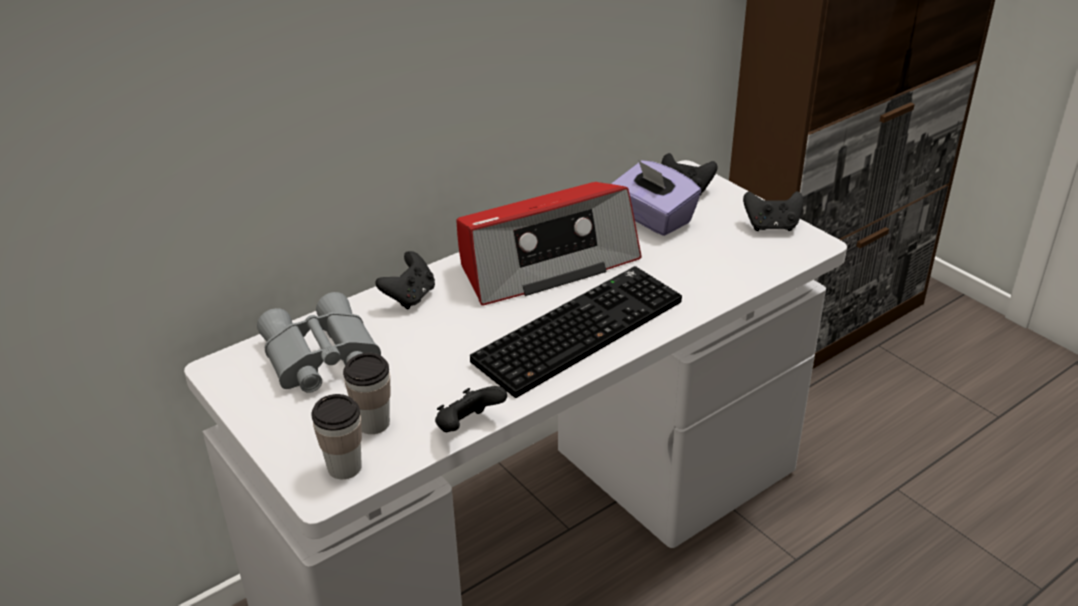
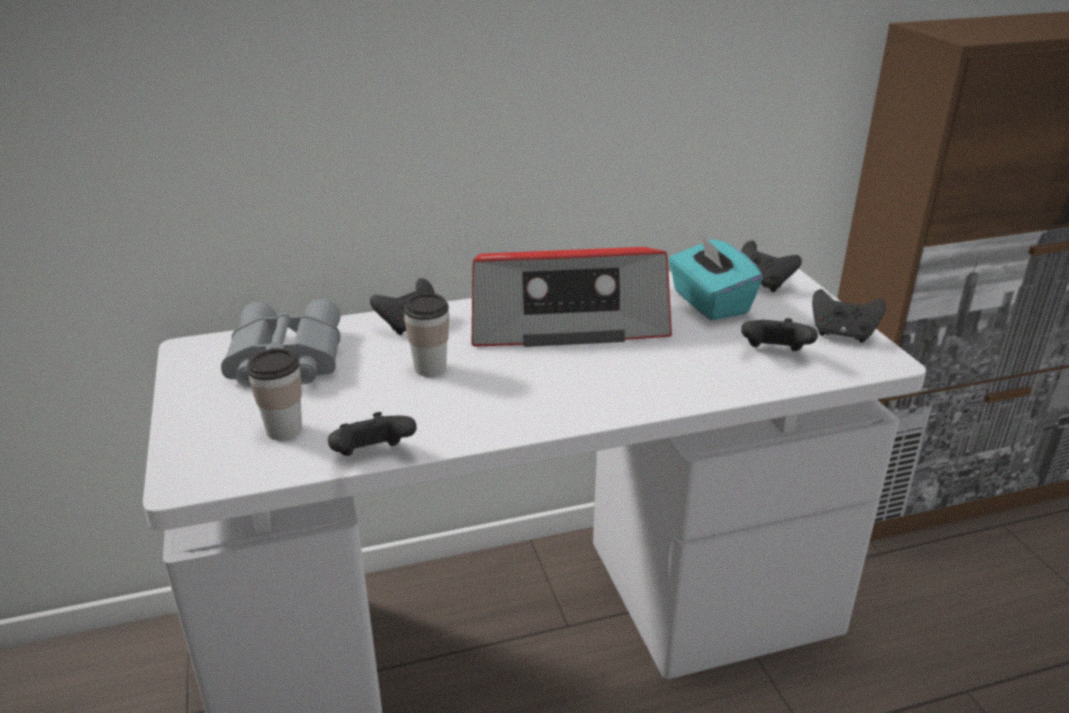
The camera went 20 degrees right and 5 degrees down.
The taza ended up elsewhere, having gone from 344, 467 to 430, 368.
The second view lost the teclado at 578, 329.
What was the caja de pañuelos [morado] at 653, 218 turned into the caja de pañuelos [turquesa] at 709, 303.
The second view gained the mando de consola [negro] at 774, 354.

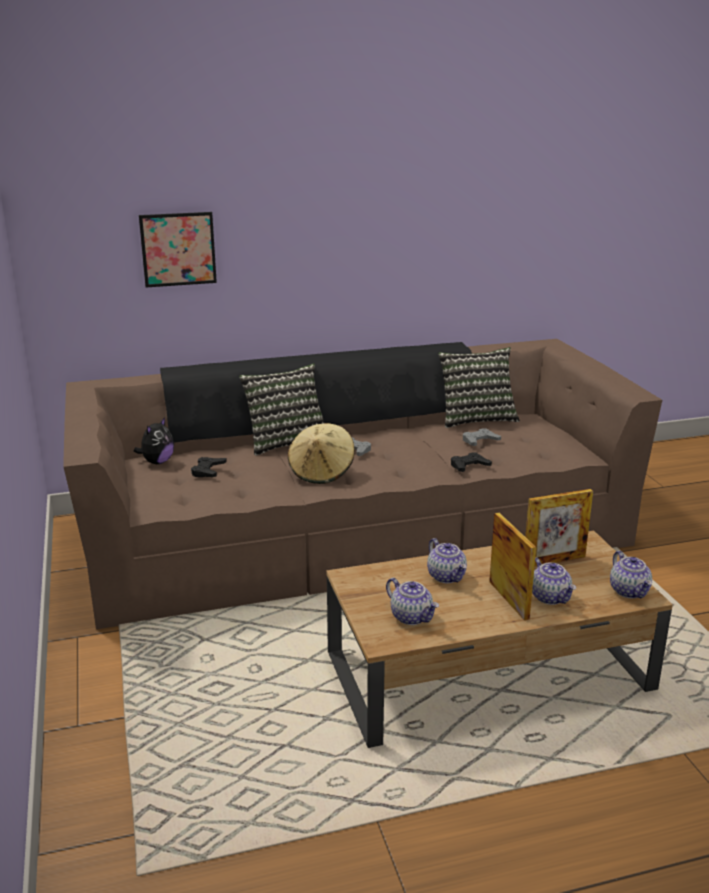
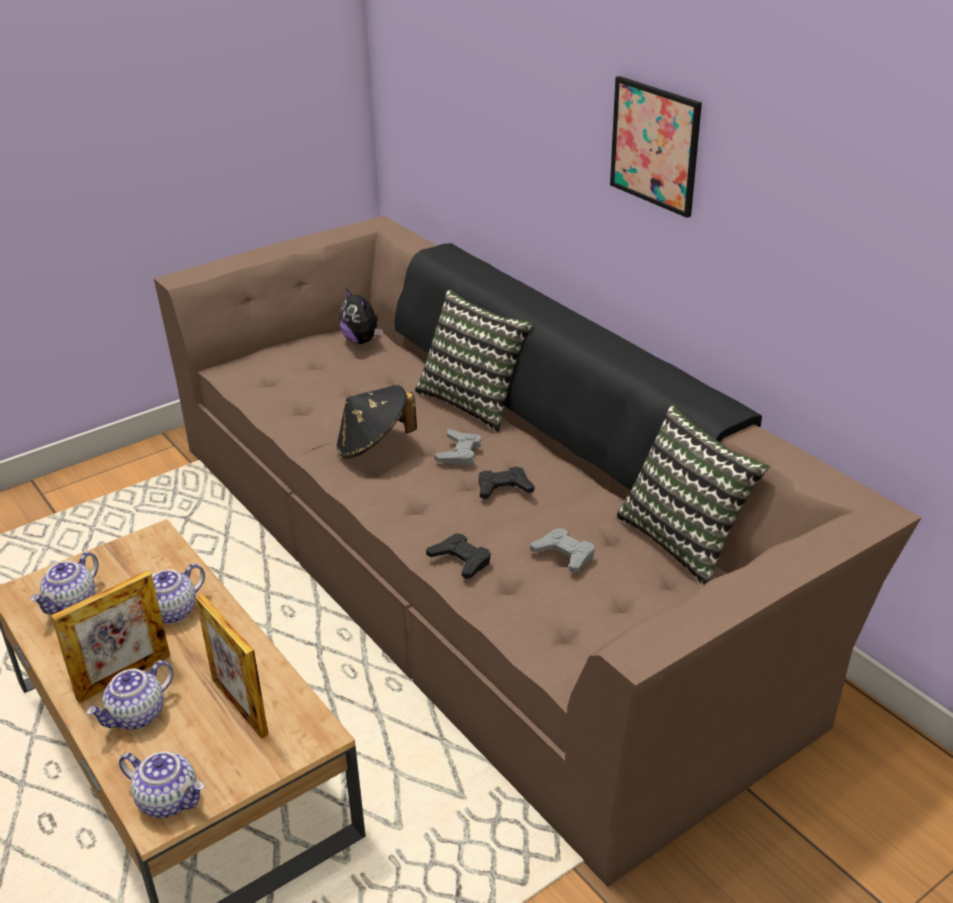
The camera went 70 degrees right and 10 degrees up.
The peluche at 157, 462 ended up facing another way, 45 degrees clockwise from before.
The cuadro ended up elsewhere, having gone from 178, 249 to 655, 145.
The mando de consola [negro] ended up elsewhere, having gone from 208, 471 to 503, 488.
What was the sombrero [beis] at 322, 472 turned into the sombrero [negro] at 374, 445.
The tetera at 629, 591 ended up facing another way, 120 degrees counterclockwise from before.

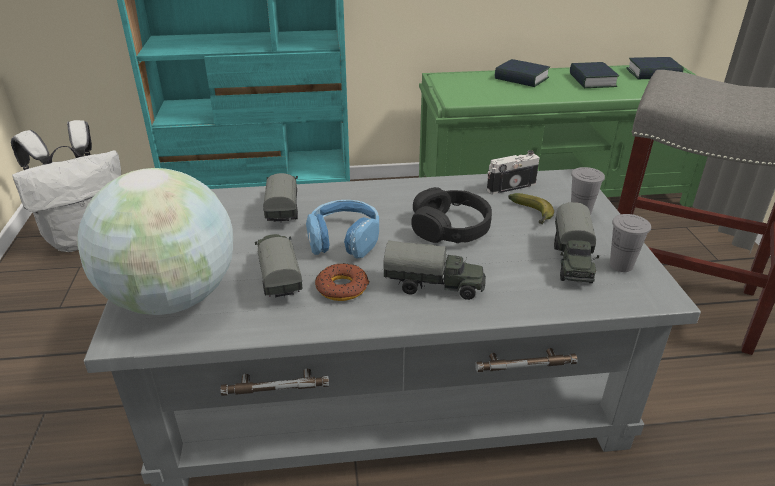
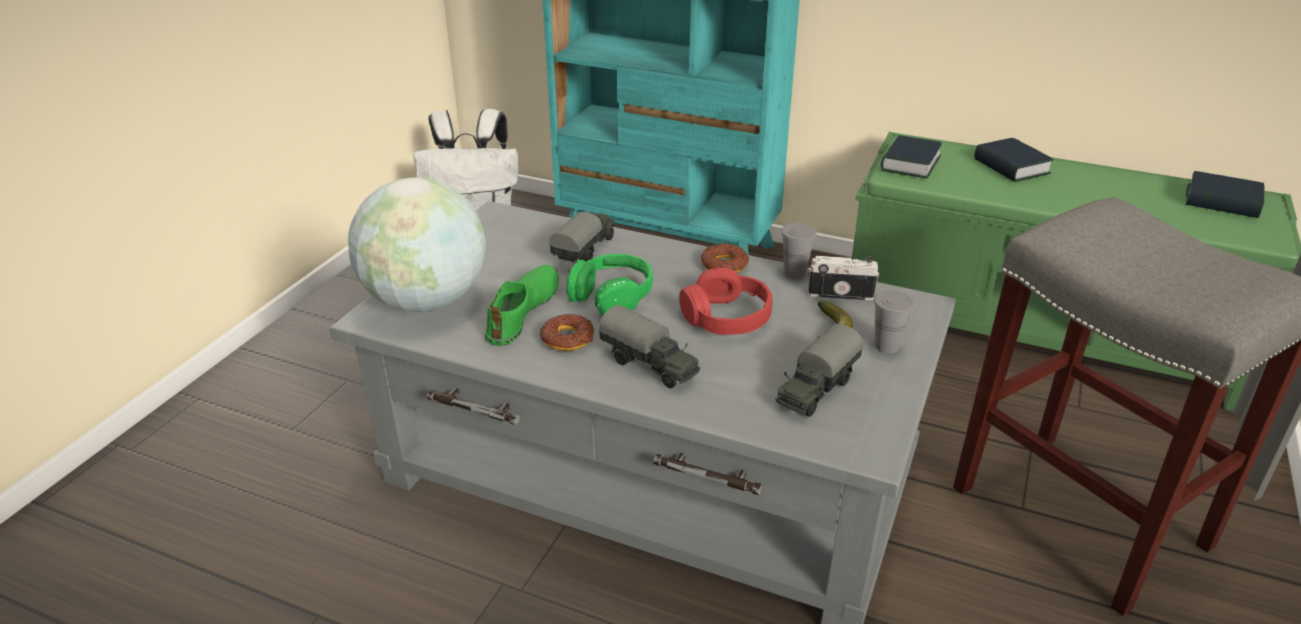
The camera went 30 degrees right and 0 degrees up.
Where the camión de juguete stood at 279, 277, the zapato [verde] came to stand at 523, 312.
What was the auriculares [azul] at 344, 239 turned into the auriculares [verde] at 612, 296.
What was the auriculares [negro] at 450, 228 turned into the auriculares [rojo] at 726, 317.
The libro ended up elsewhere, having gone from 592, 80 to 910, 163.
The taza [gris] ended up elsewhere, having gone from 621, 265 to 794, 273.
The second view gained the rosquilla at 723, 265.

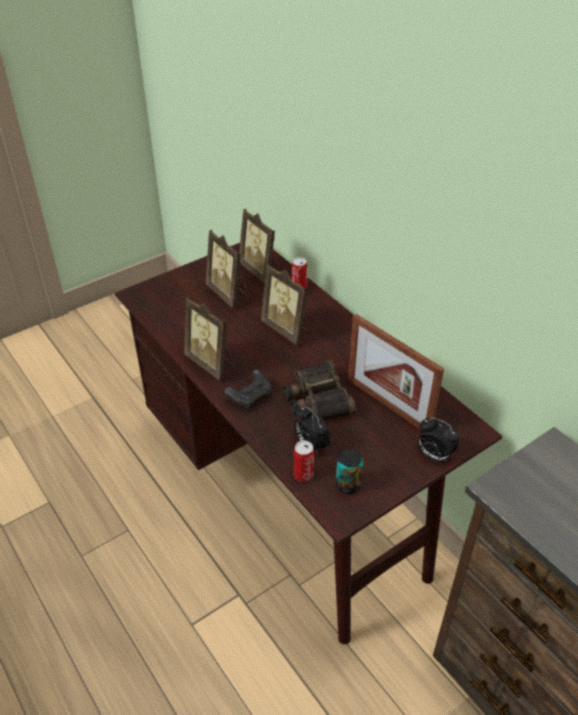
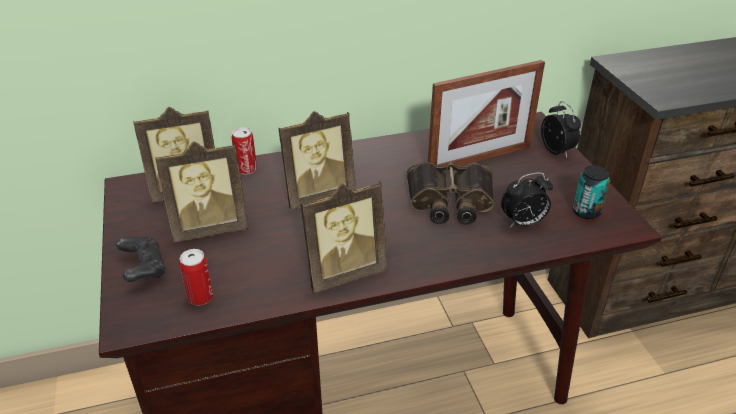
The camera went 70 degrees left and 5 degrees down.
The mando de consola [negro] ended up elsewhere, having gone from 250, 397 to 143, 269.
The lata ended up elsewhere, having gone from 303, 474 to 200, 297.
The despertador at 434, 455 ended up facing another way, 75 degrees counterclockwise from before.

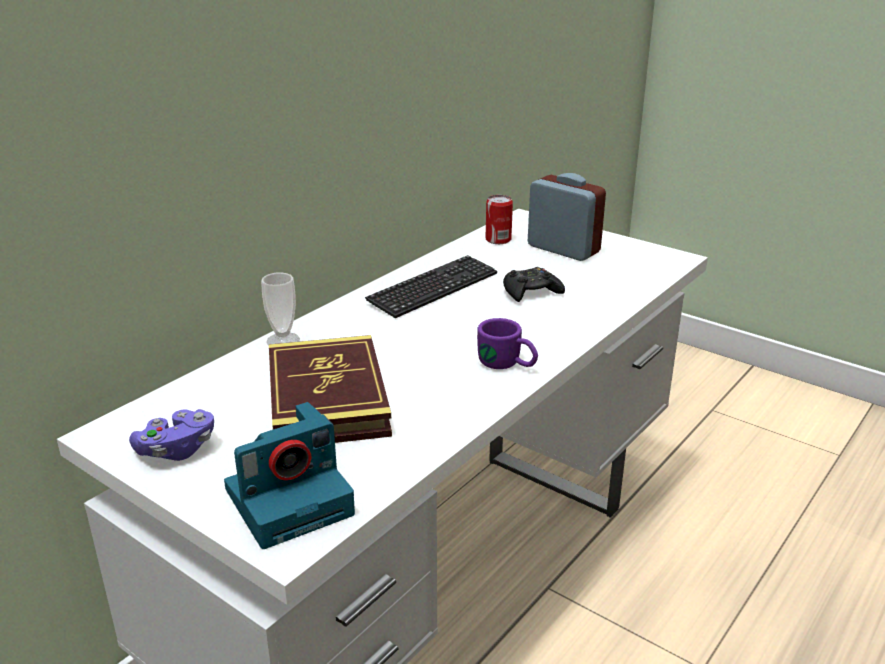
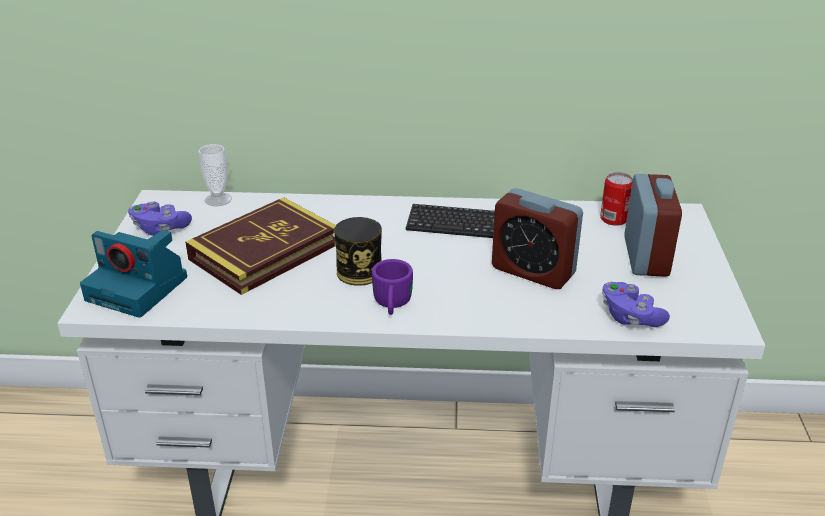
The camera went 55 degrees right and 5 degrees up.
The taza ended up elsewhere, having gone from 283, 340 to 218, 199.
Where the mando de consola [negro] stood at 531, 292, the despertador came to stand at 533, 271.
The second view gained the lata at 359, 272.
The second view gained the mando de consola [morado] at 630, 317.

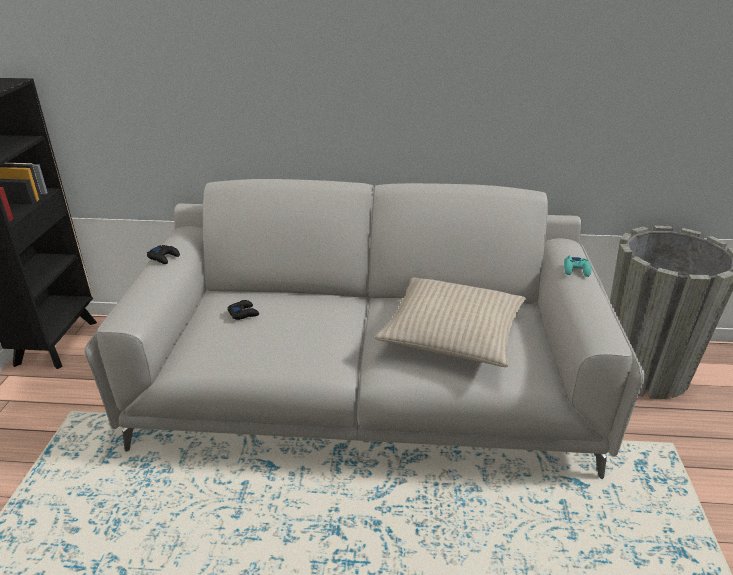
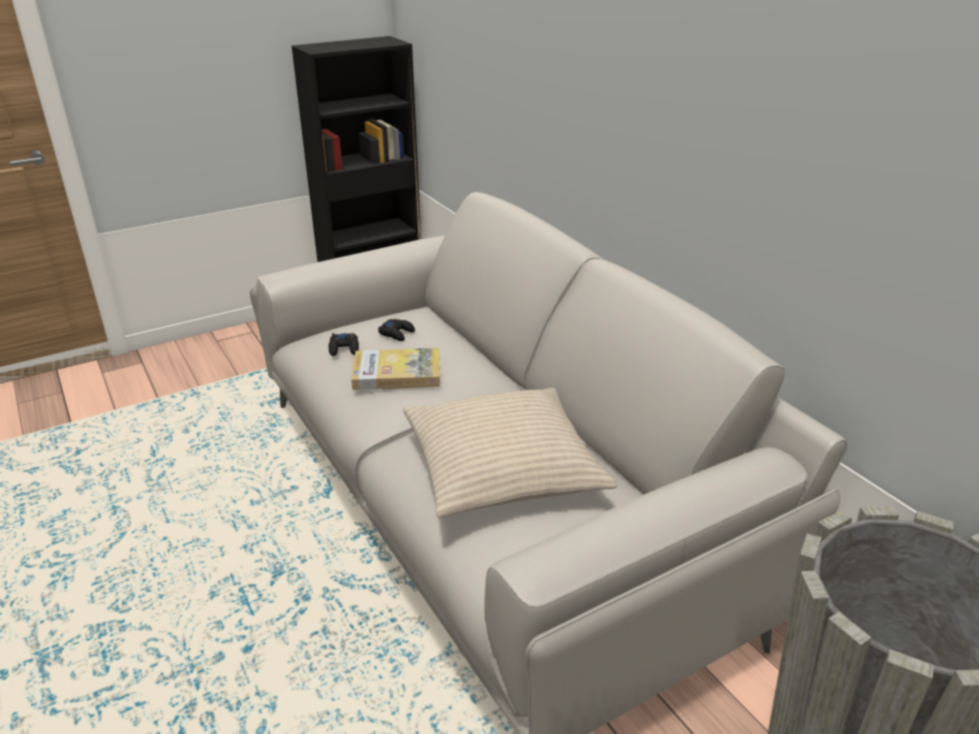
The camera went 55 degrees right and 0 degrees up.
The mando de consola [negro] ended up elsewhere, having gone from 164, 257 to 344, 348.
The second view lost the mando de consola [turquesa] at 576, 270.
The second view gained the libro at 397, 373.

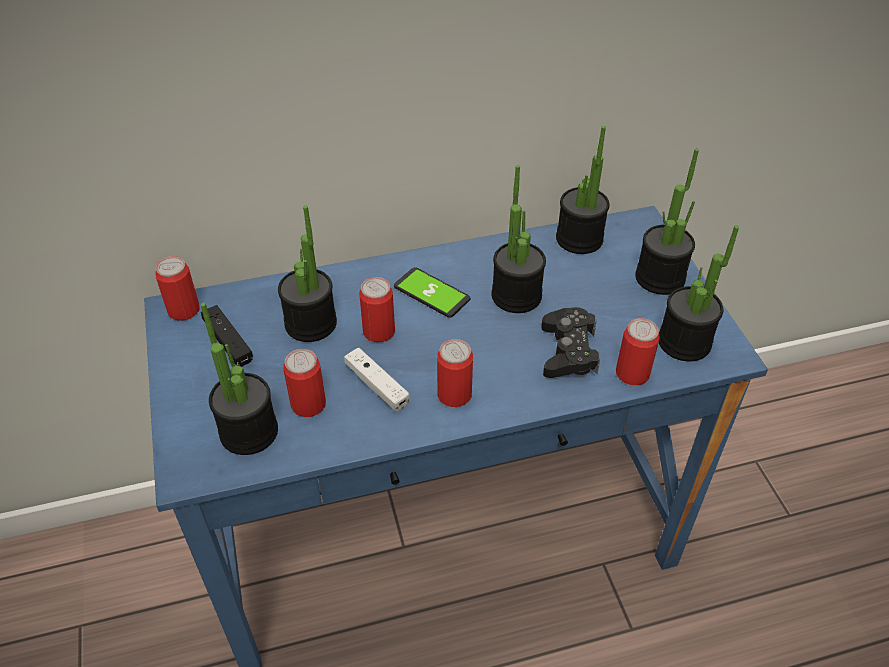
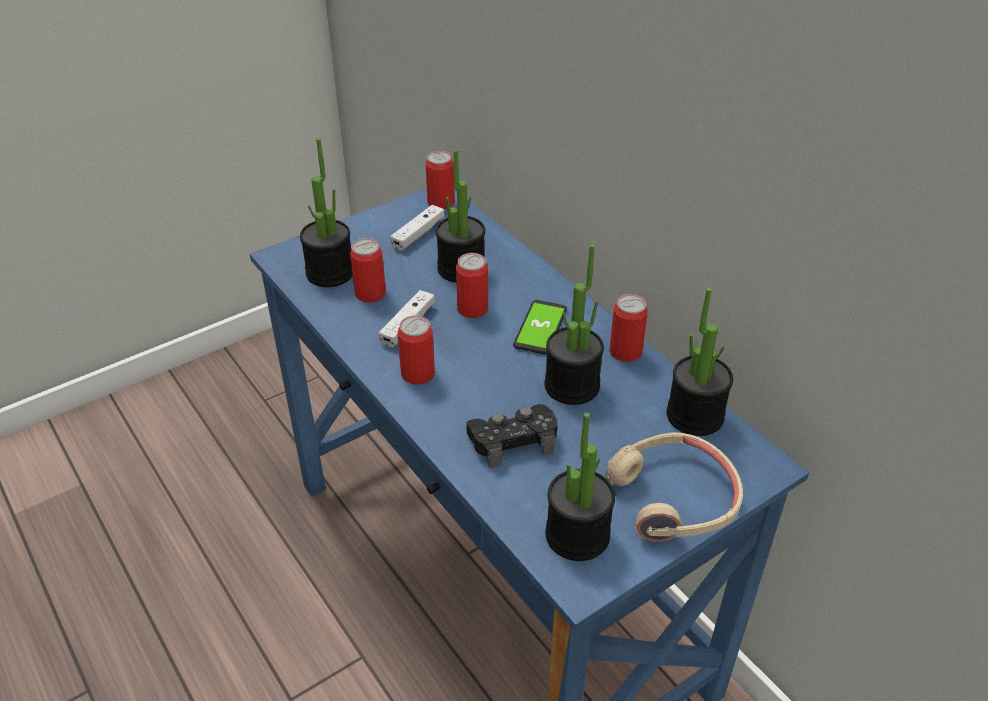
The camera went 70 degrees right and 5 degrees down.
What was the mando de consola [negro] at 228, 342 turned into the mando de consola [blanco] at 418, 234.
The lata ended up elsewhere, having gone from 632, 373 to 625, 352.
Where the planta en maceta stood at 660, 278, the auriculares [beis] came to stand at 674, 497.

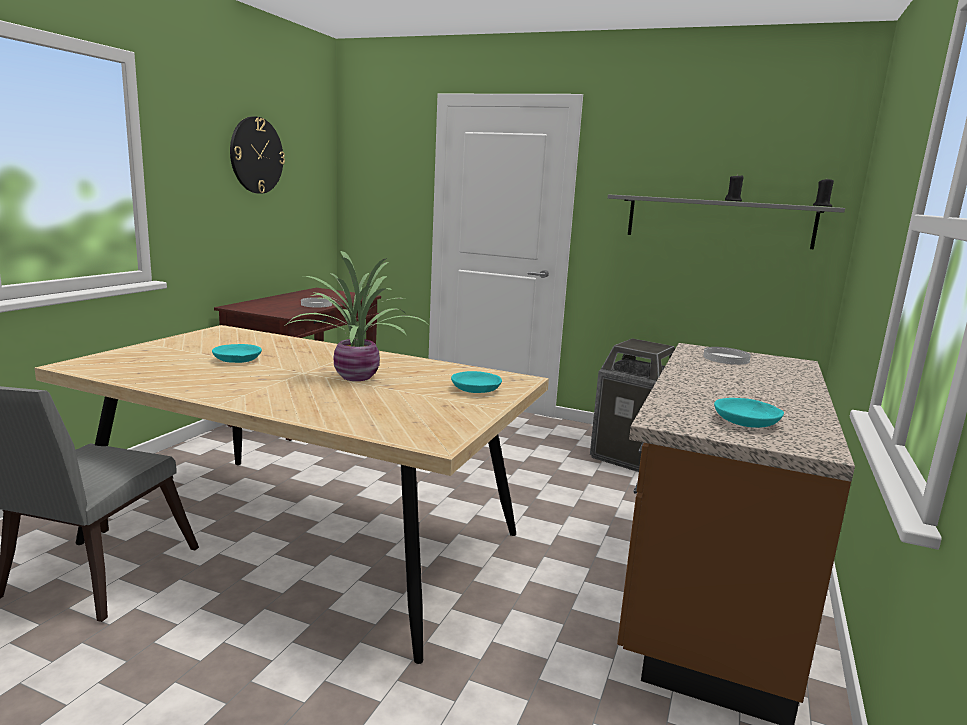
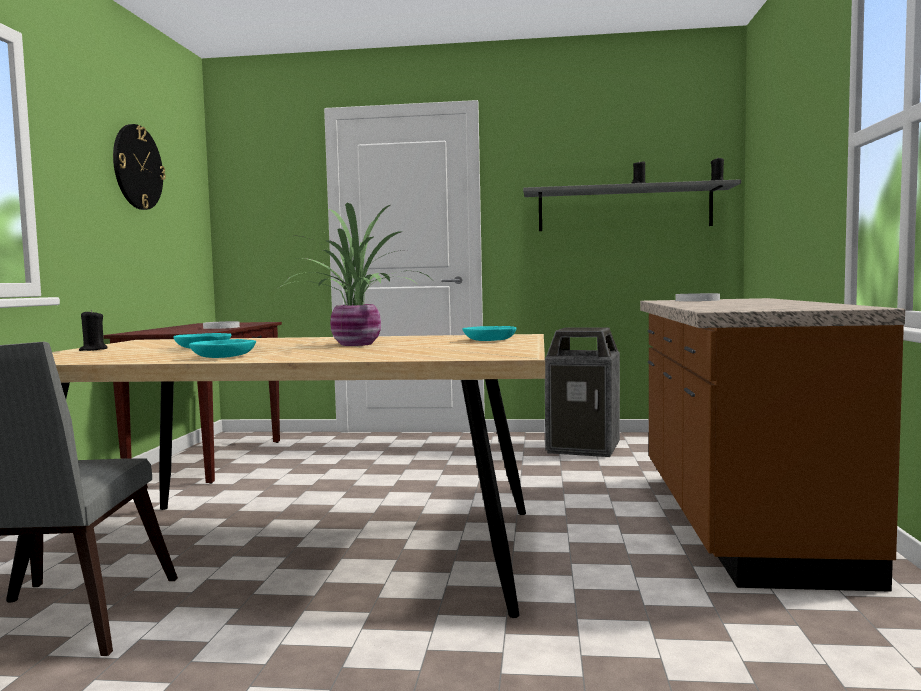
The camera went 15 degrees left and 10 degrees down.
The cuenco [turquesa] ended up elsewhere, having gone from 747, 422 to 224, 356.
The second view gained the vela [negro] at 93, 349.

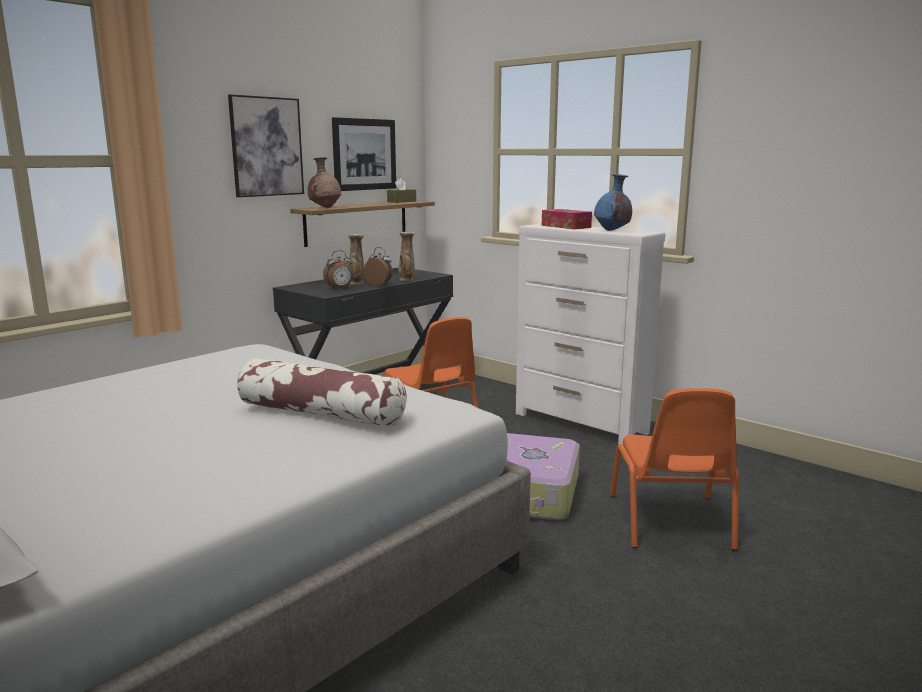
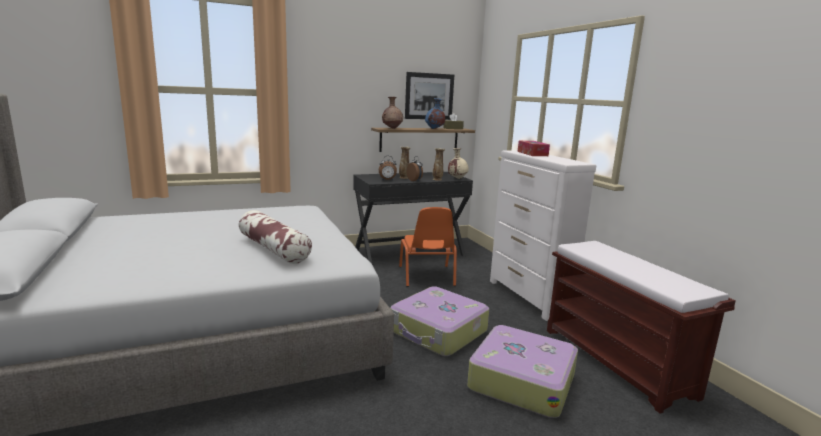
The camera went 25 degrees right and 0 degrees up.
The second view lost the cuadro at 266, 147.
The florero [azul] ended up elsewhere, having gone from 612, 230 to 434, 129.
Where the silla [naranja] stood at 671, 522, the maleta came to stand at 521, 380.
The second view gained the florero [beis] at 457, 178.
The second view gained the banco [marrón] at 617, 362.

